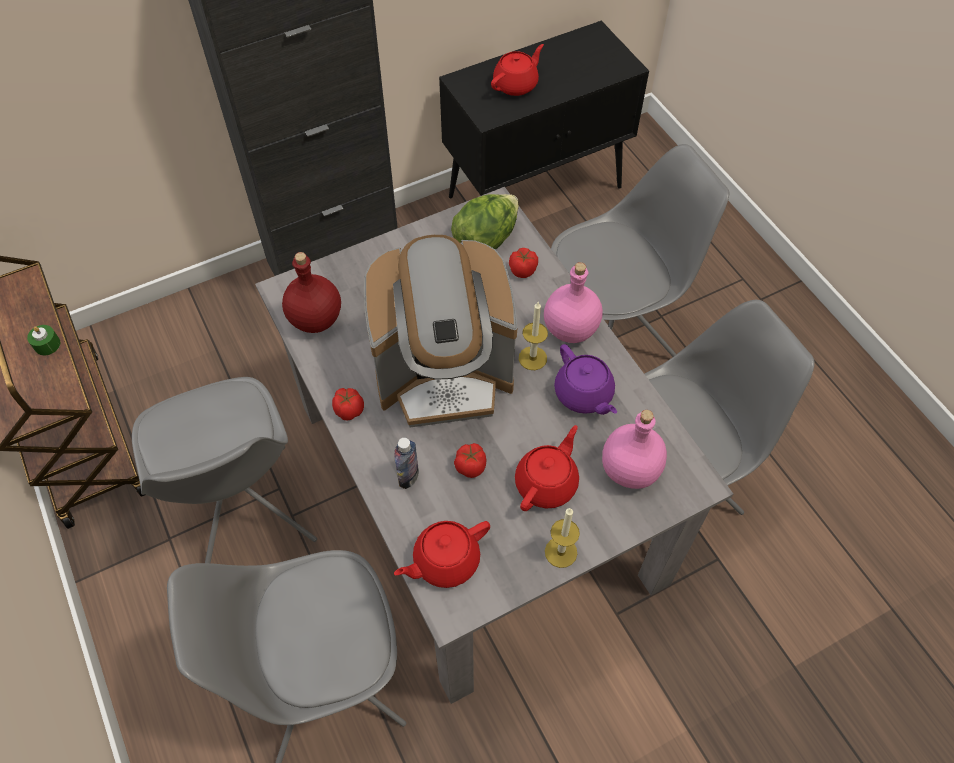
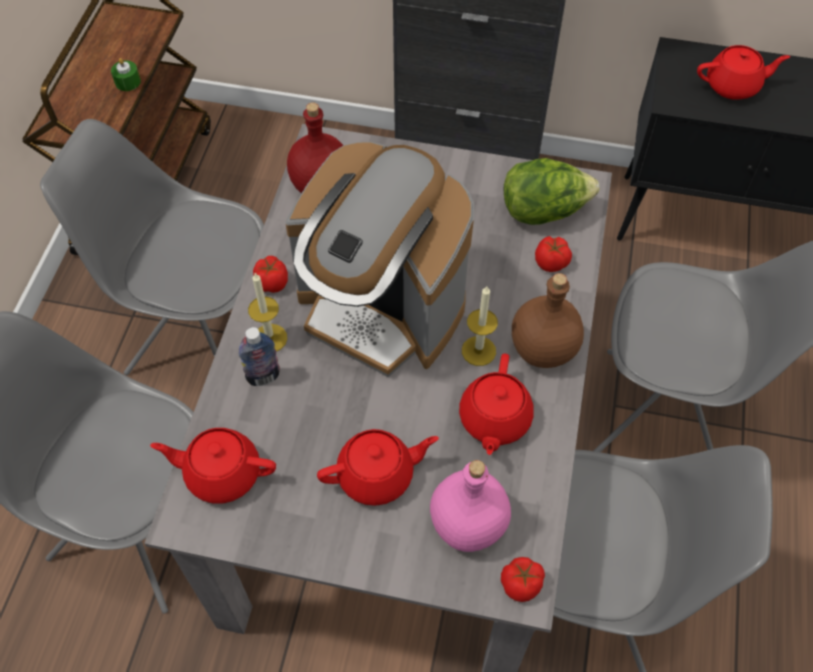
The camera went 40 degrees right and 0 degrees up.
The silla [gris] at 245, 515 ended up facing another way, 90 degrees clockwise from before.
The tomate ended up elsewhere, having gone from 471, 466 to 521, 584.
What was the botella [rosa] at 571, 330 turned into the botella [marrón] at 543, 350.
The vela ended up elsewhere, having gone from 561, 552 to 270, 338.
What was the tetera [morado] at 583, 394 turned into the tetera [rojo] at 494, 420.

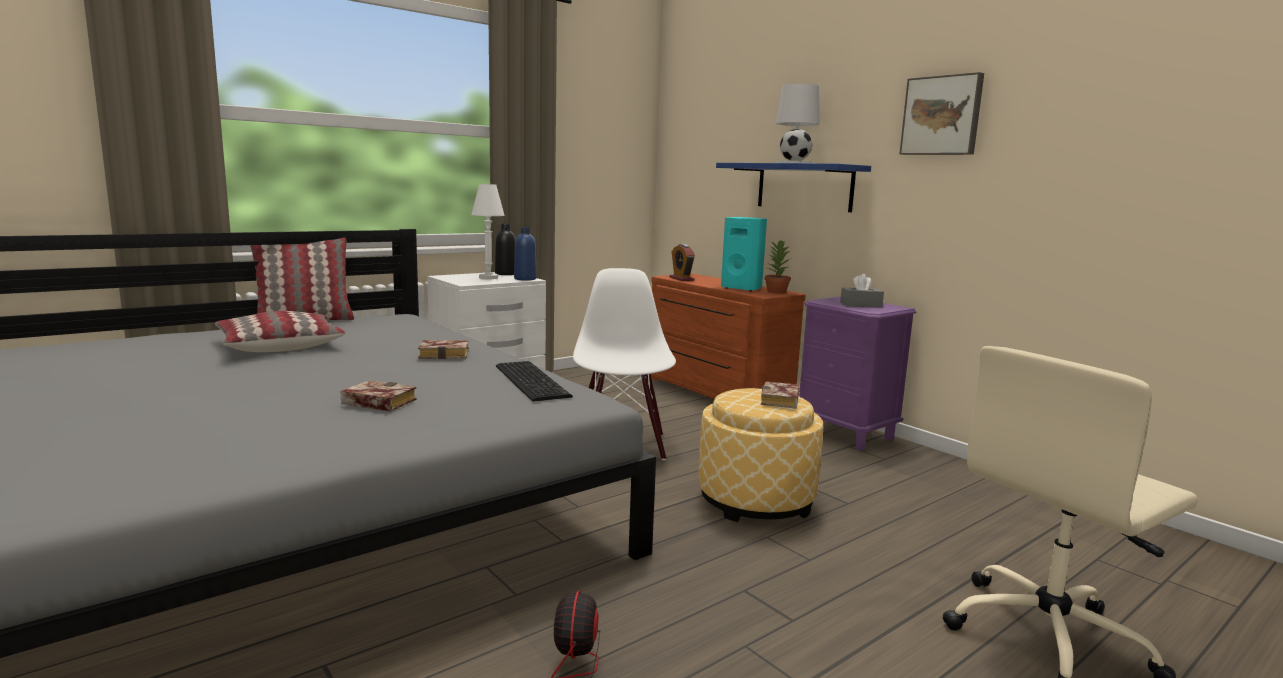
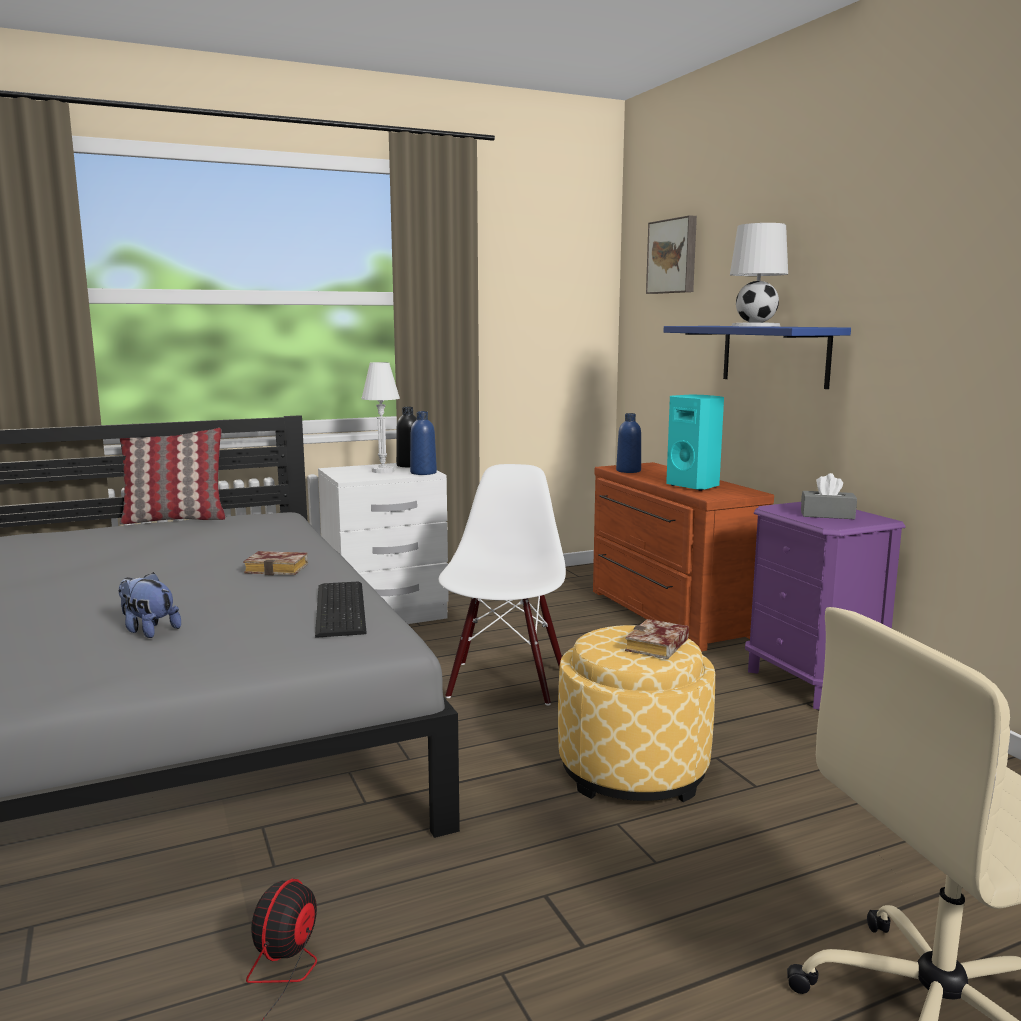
The camera went 15 degrees right and 0 degrees up.
The second view lost the cojín at 279, 345.
Where the libro stood at 375, 403, the peluche came to stand at 148, 630.
Where the despertador stood at 681, 279, the botella [azul] came to stand at 628, 471.
The second view lost the planta en maceta at 776, 292.
The cuadro ended up elsewhere, having gone from 942, 116 to 673, 256.

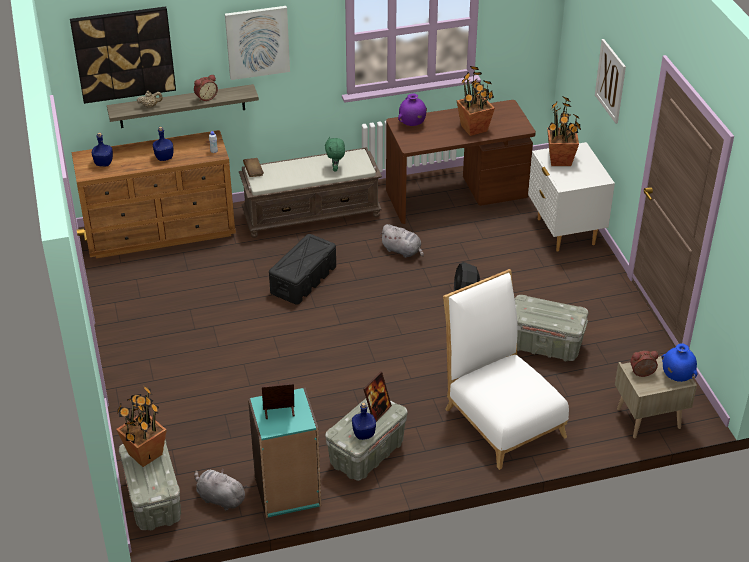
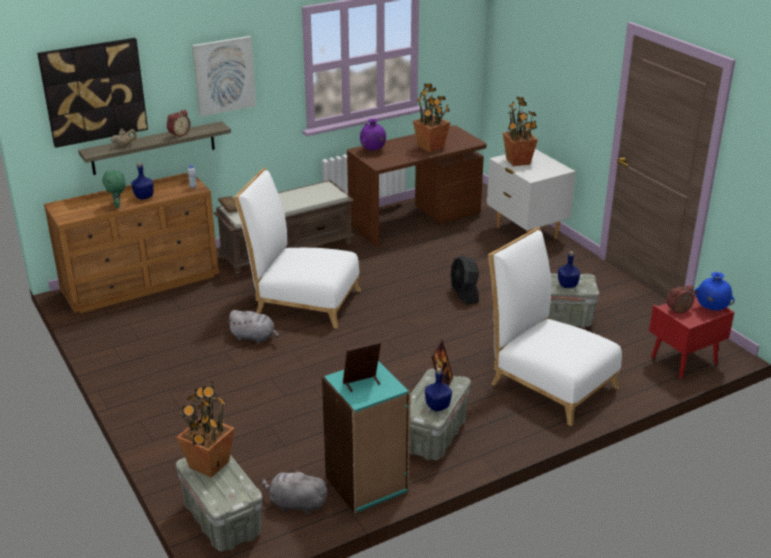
The camera went 15 degrees left and 10 degrees down.
The botella [azul] ended up elsewhere, having gone from 103, 163 to 567, 285.
Where the caja de almacenaje [negro] stood at 304, 279, the silla [blanco] came to stand at 302, 301.
The peluche [verde] ended up elsewhere, having gone from 335, 168 to 118, 205.
The peluche [gris] ended up elsewhere, having gone from 402, 251 to 254, 337.
The second view lost the cuadro at 610, 81.
What was the mesita de noche [beis] at 648, 419 turned into the mesita de noche [rojo] at 684, 361.

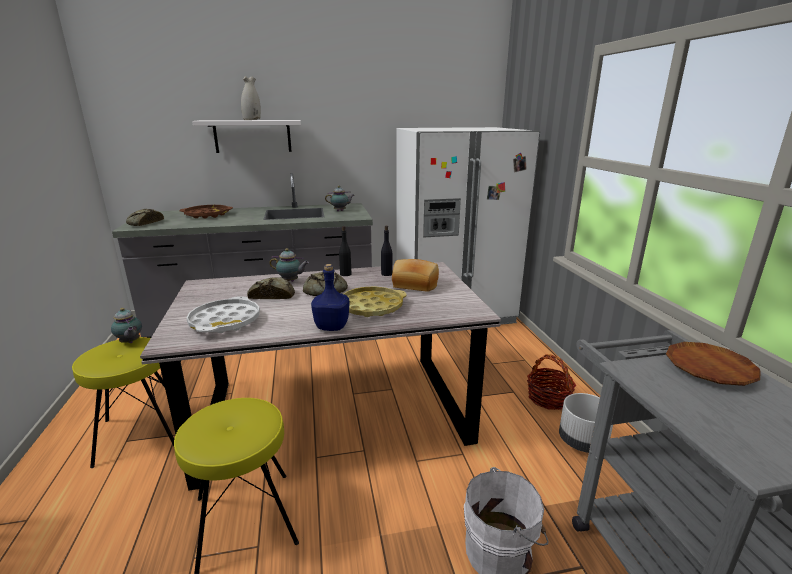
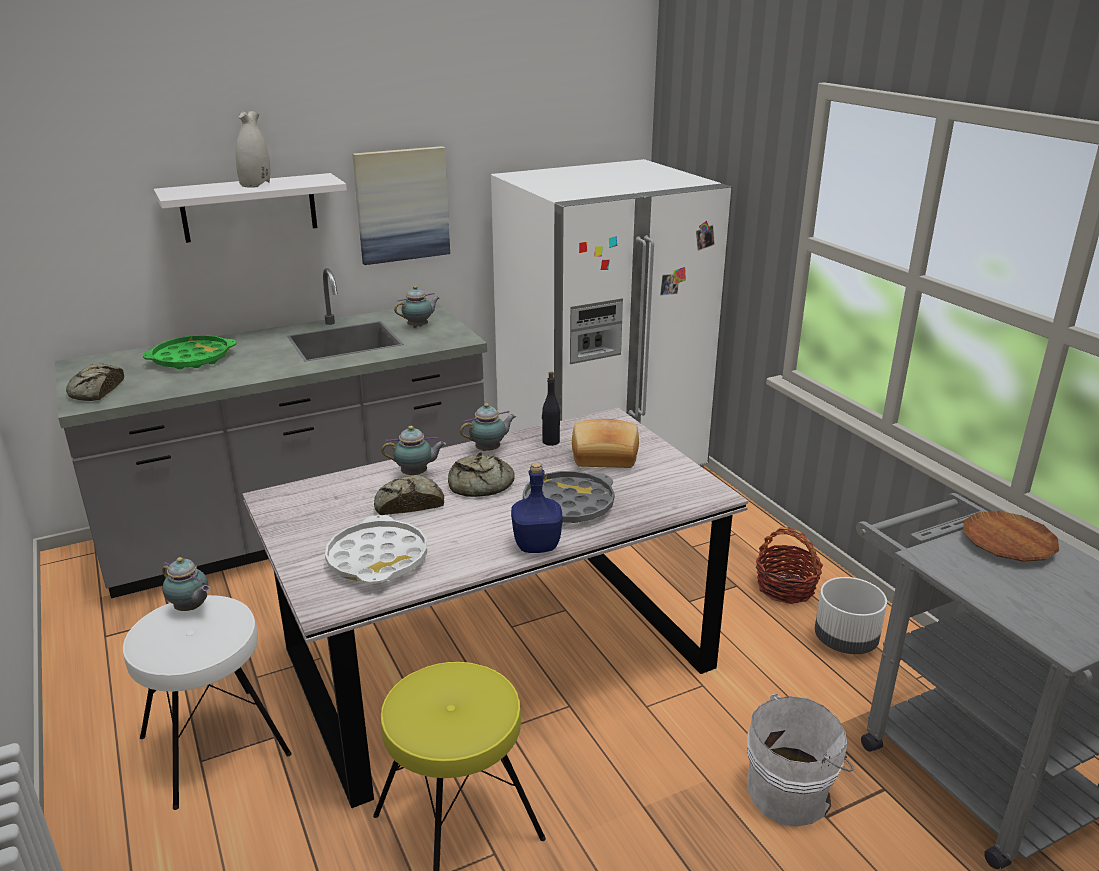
The camera went 15 degrees left and 5 degrees up.
What was the taburete [amarillo] at 139, 433 turned into the taburete [blanco] at 213, 745.
What was the bandeja [marrón] at 207, 215 turned into the bandeja [verde] at 192, 359.
Where the botella [negro] stood at 345, 274, the tetera came to stand at 489, 449.
What was the bandeja [amarillo] at 371, 307 turned into the bandeja [gris] at 568, 505.
The second view gained the cuadro at 402, 205.

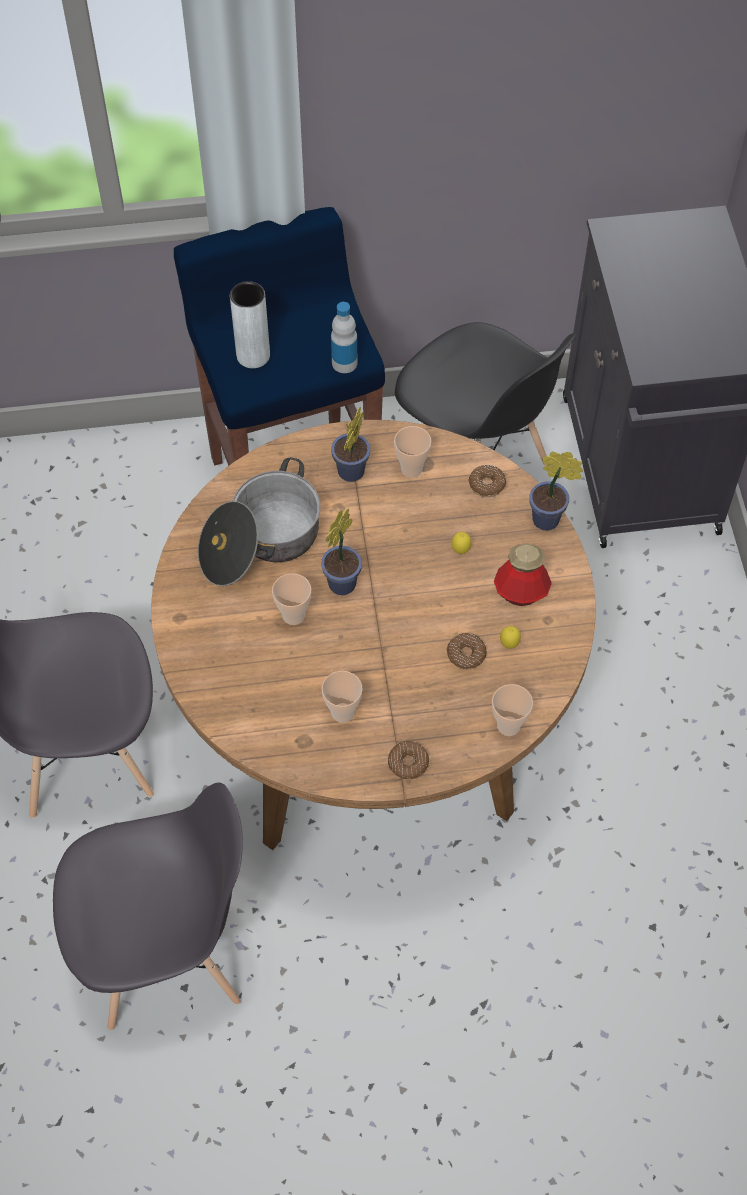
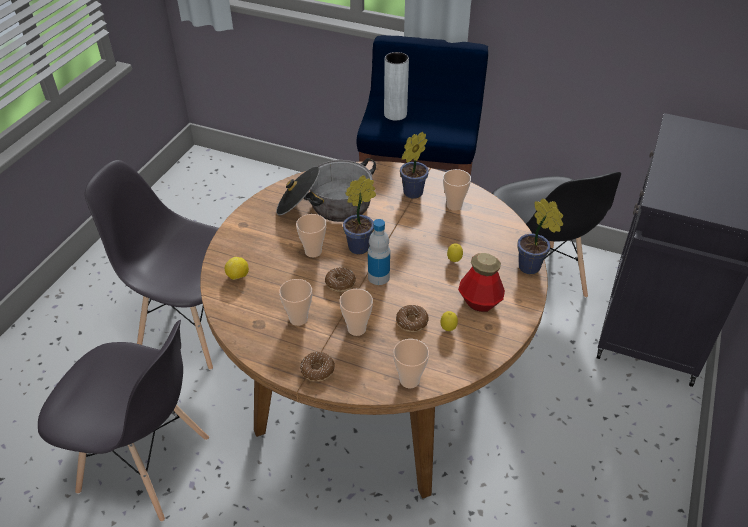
The camera went 30 degrees right and 15 degrees down.
The botella ended up elsewhere, having gone from 344, 363 to 378, 277.
The rosquilla ended up elsewhere, having gone from 487, 484 to 340, 283.
The second view gained the limón at 238, 276.
The second view gained the taza at 356, 329.

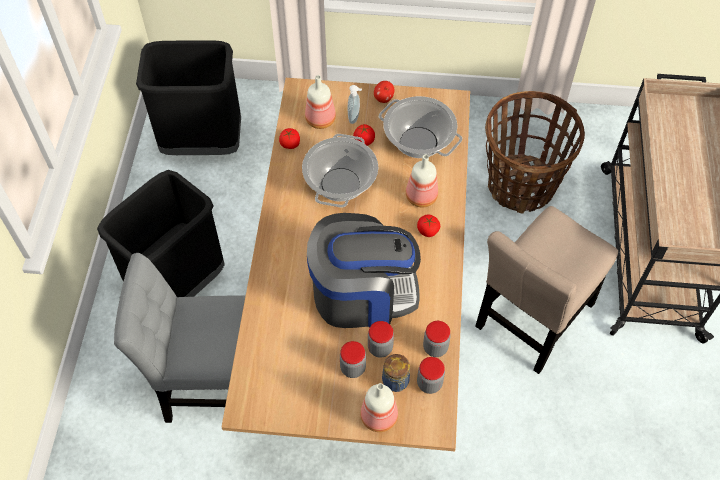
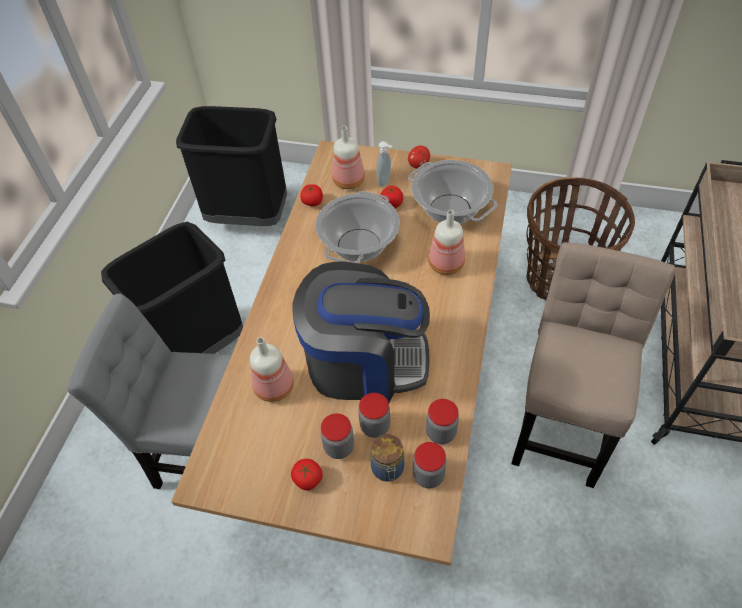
The camera went 10 degrees right and 5 degrees down.
The botella ended up elsewhere, having gone from 379, 415 to 275, 386.
The tomate ended up elsewhere, having gone from 427, 231 to 307, 479.
The silla [beis] at 532, 321 ended up facing another way, 150 degrees clockwise from before.

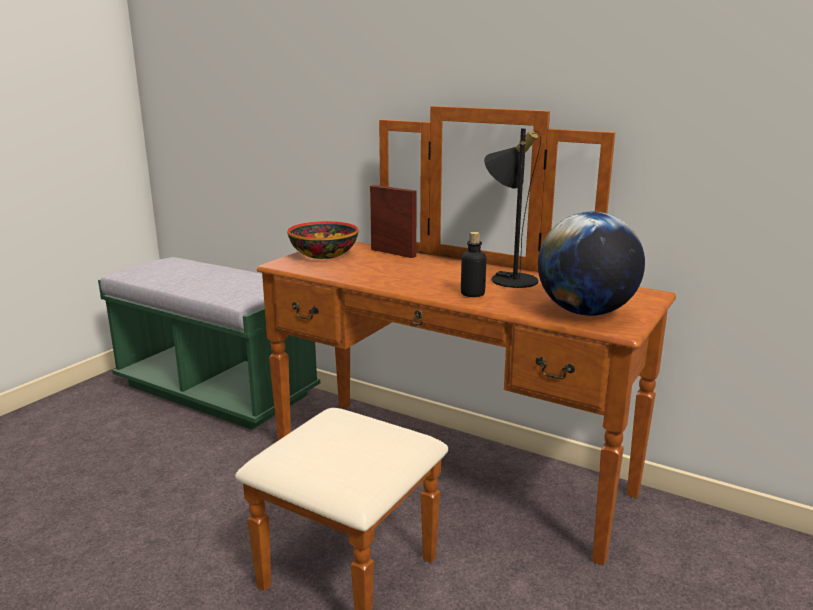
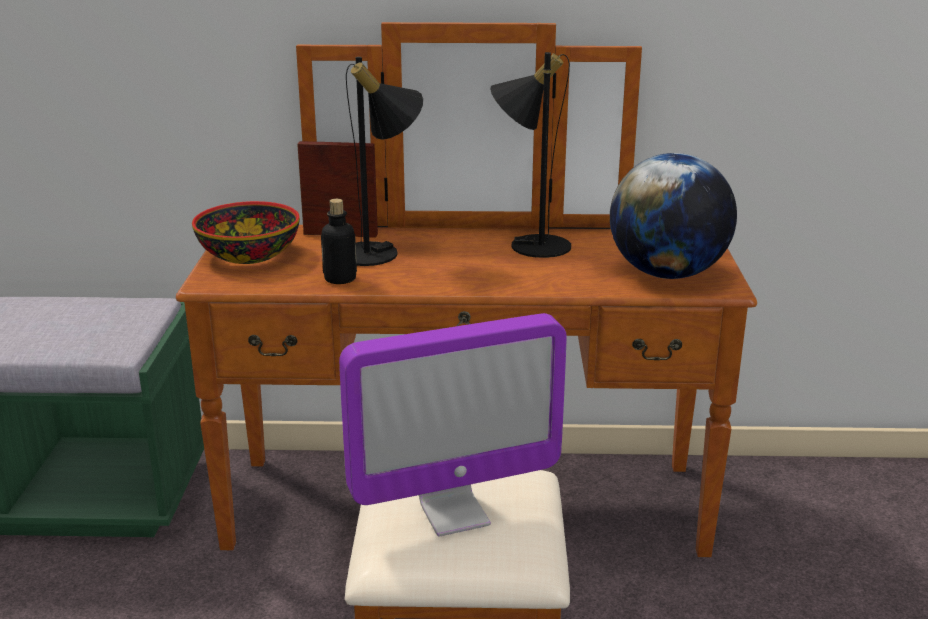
The camera went 30 degrees left and 5 degrees up.
The botella ended up elsewhere, having gone from 472, 294 to 340, 279.
The second view gained the monitor at 454, 513.
The second view gained the lámpara de mesa [negro] at 379, 253.

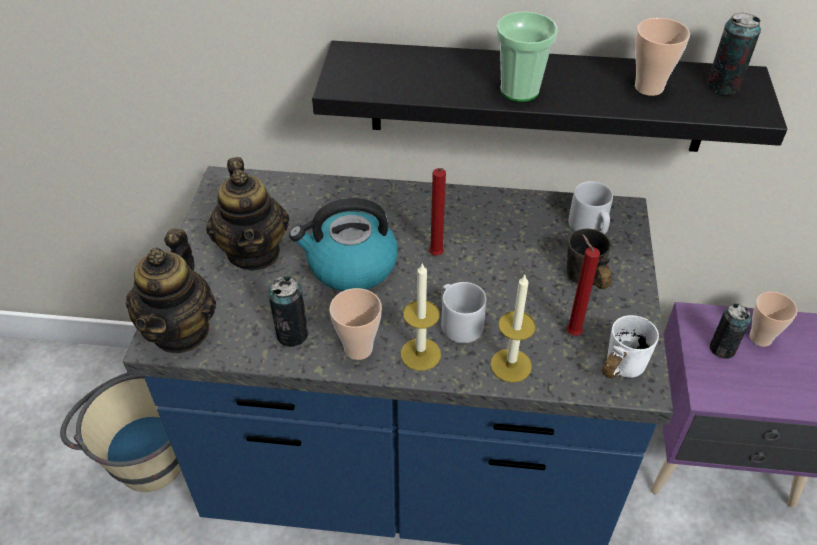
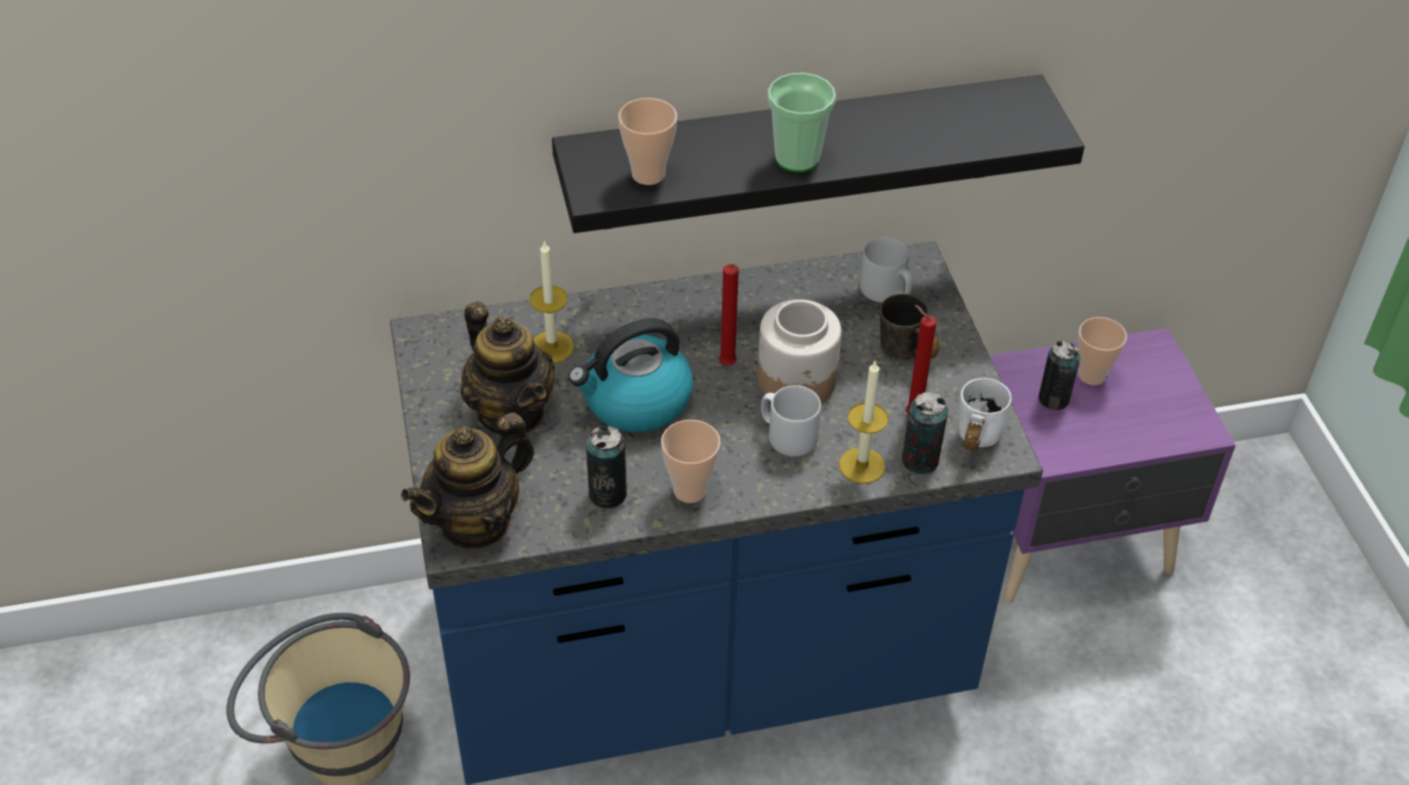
The camera went 20 degrees left and 0 degrees up.
The tetera at 181, 330 ended up facing another way, 60 degrees clockwise from before.
The vela ended up elsewhere, having gone from 420, 354 to 552, 347.
The taza ended up elsewhere, having gone from 649, 87 to 648, 174.
The lata ended up elsewhere, having gone from 723, 86 to 920, 460.
The second view gained the tarro at 797, 380.

